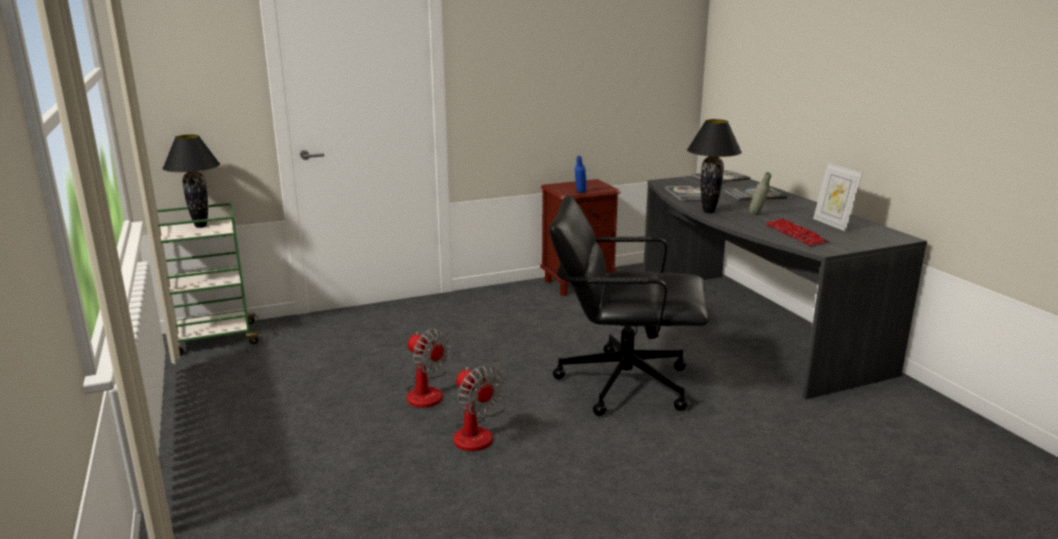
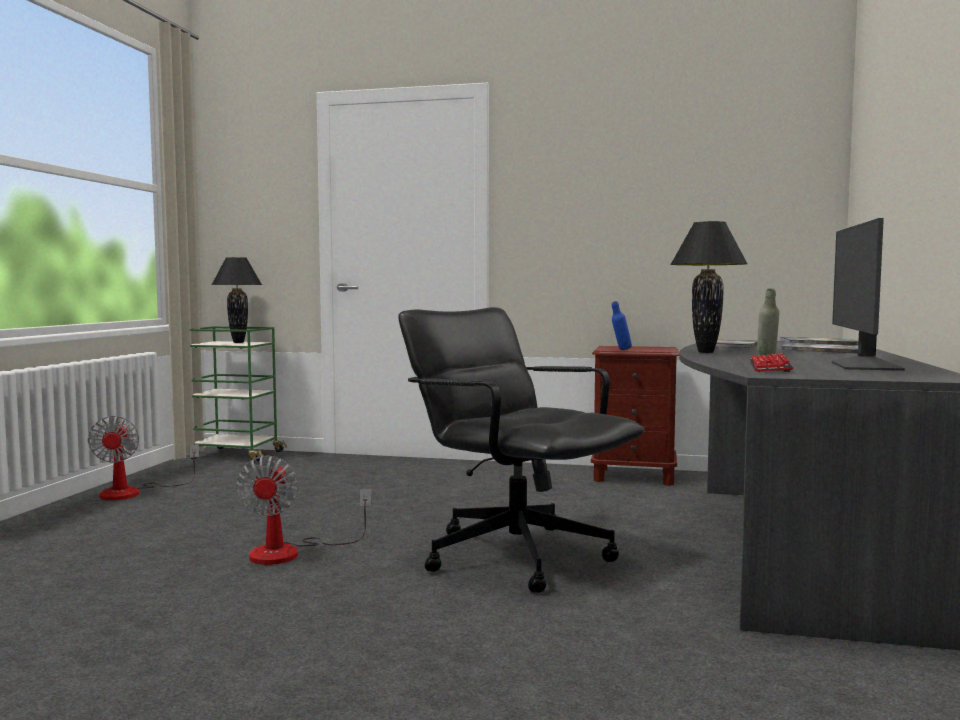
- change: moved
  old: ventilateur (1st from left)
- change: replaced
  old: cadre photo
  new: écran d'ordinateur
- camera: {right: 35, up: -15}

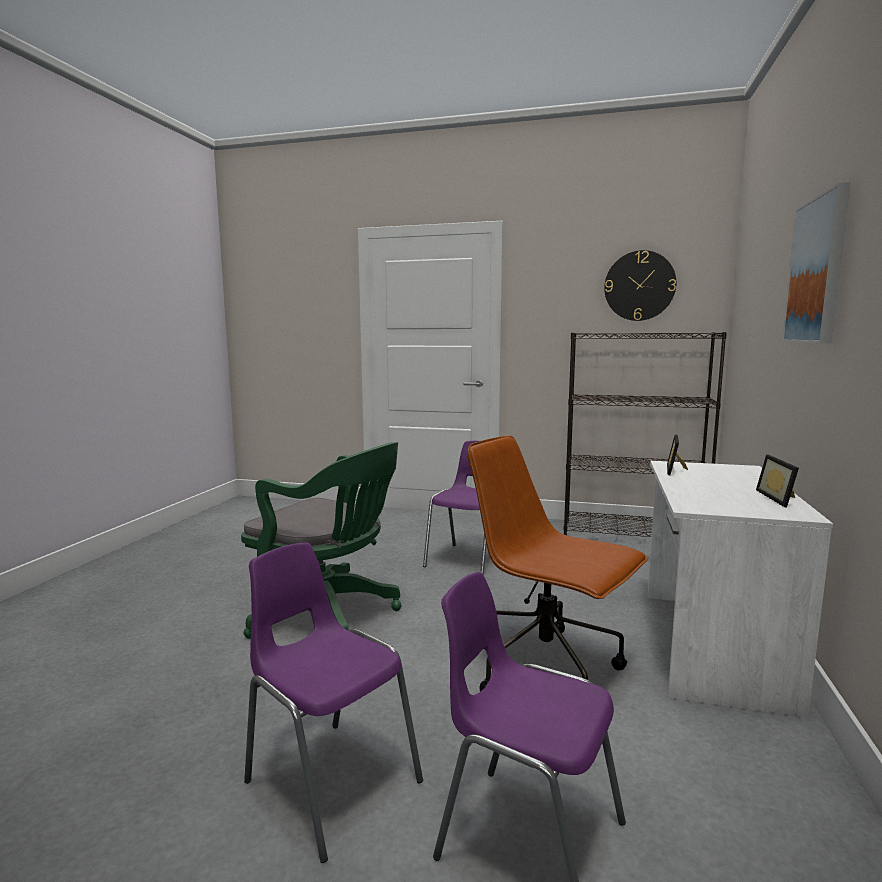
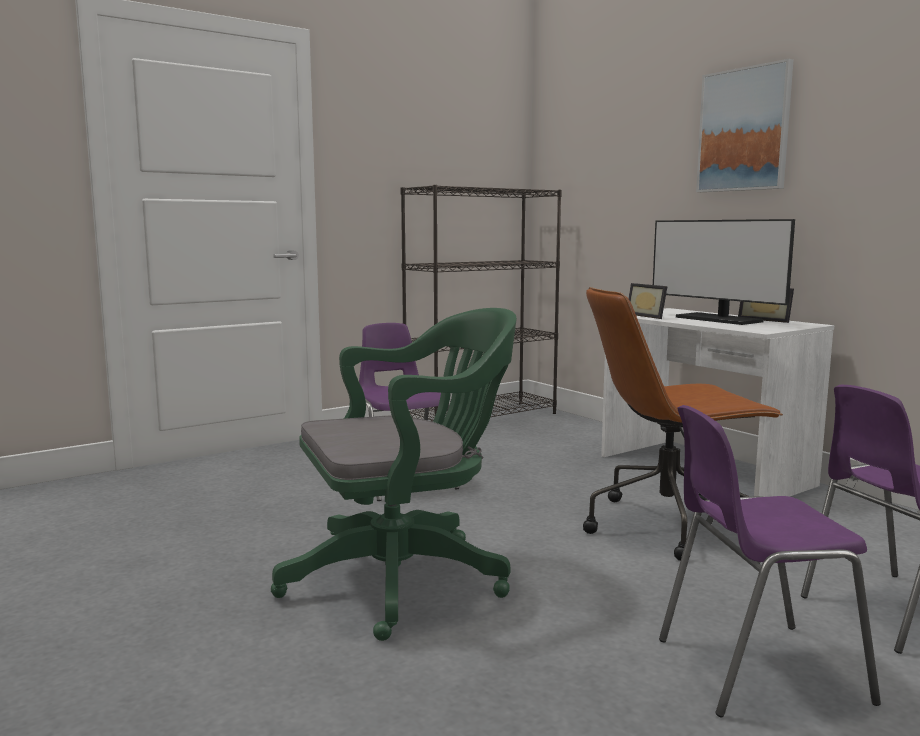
- change: removed
  old: horloge murale
- change: added
  new: écran d'ordinateur
- camera: {right: -50, up: 0}

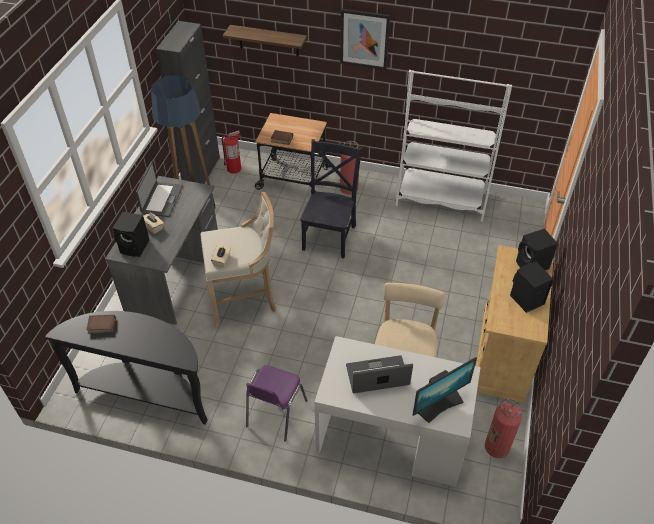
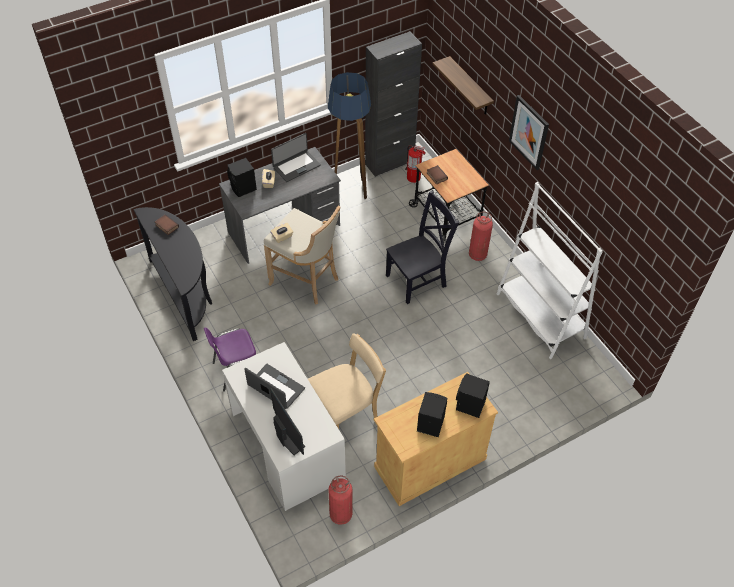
- change: turned
  old: écran d'ordinateur
  degrees: -135
- camera: {right: 45, up: 5}

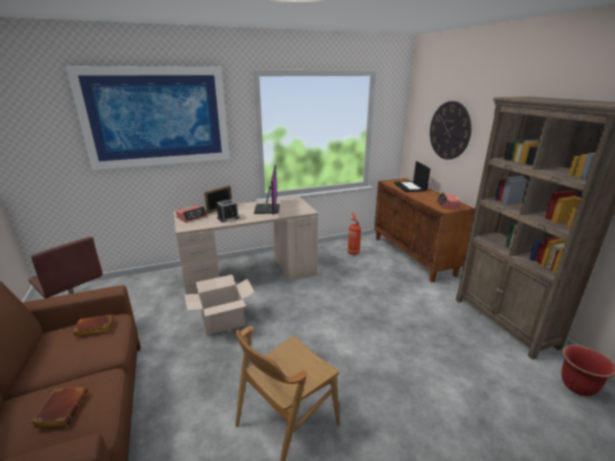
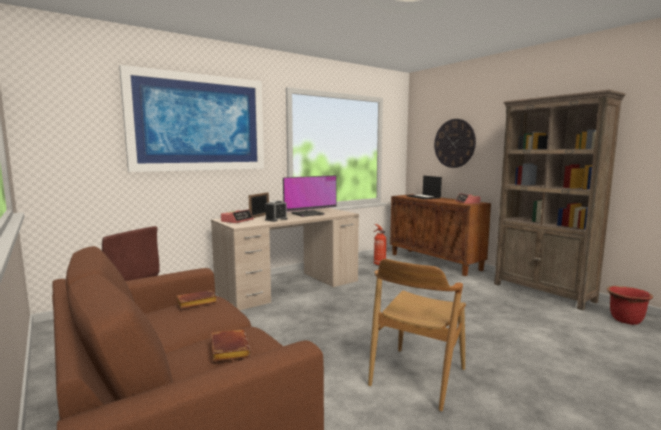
- change: removed
  old: carton
- change: turned
  old: écran d'ordinateur
  degrees: 75
- camera: {right: -15, up: -15}

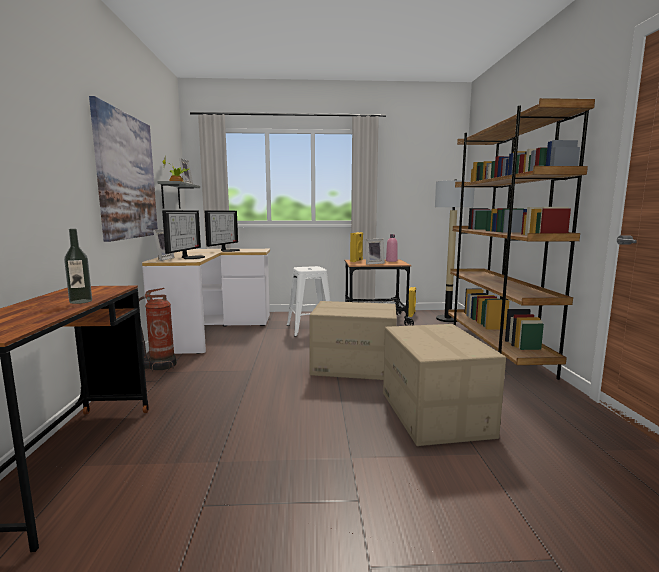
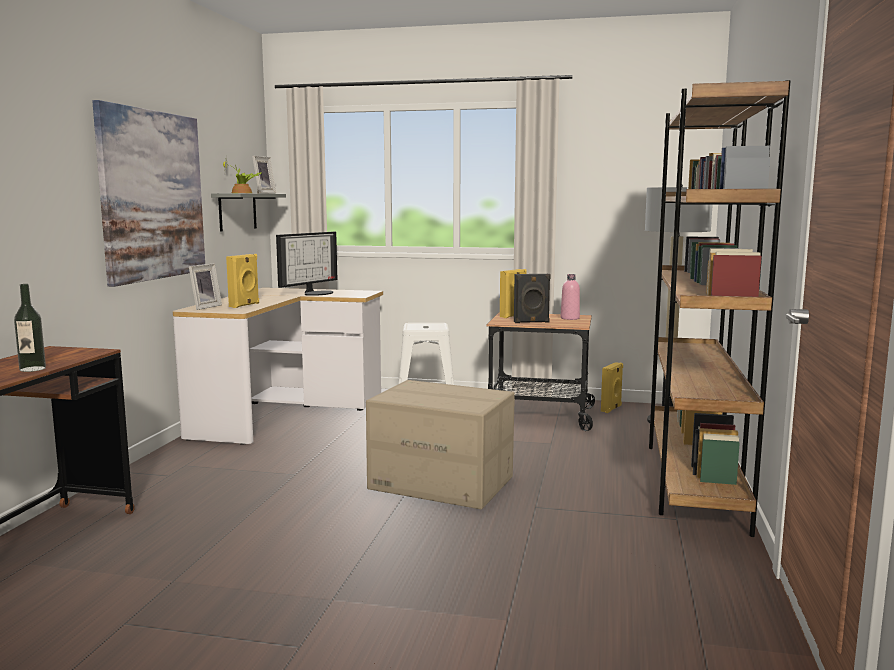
- change: removed
  old: extincteur
- change: replaced
  old: écran d'ordinateur (1st from left)
  new: enceinte/jaune (1st from left)
- change: replaced
  old: cadre photo (3rd from left)
  new: enceinte/noir
- change: removed
  old: carton (2nd from left)
- camera: {right: 15, up: 0}

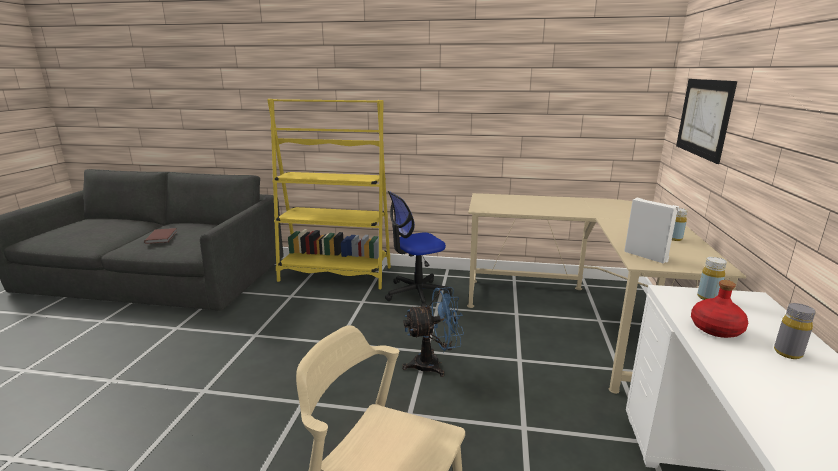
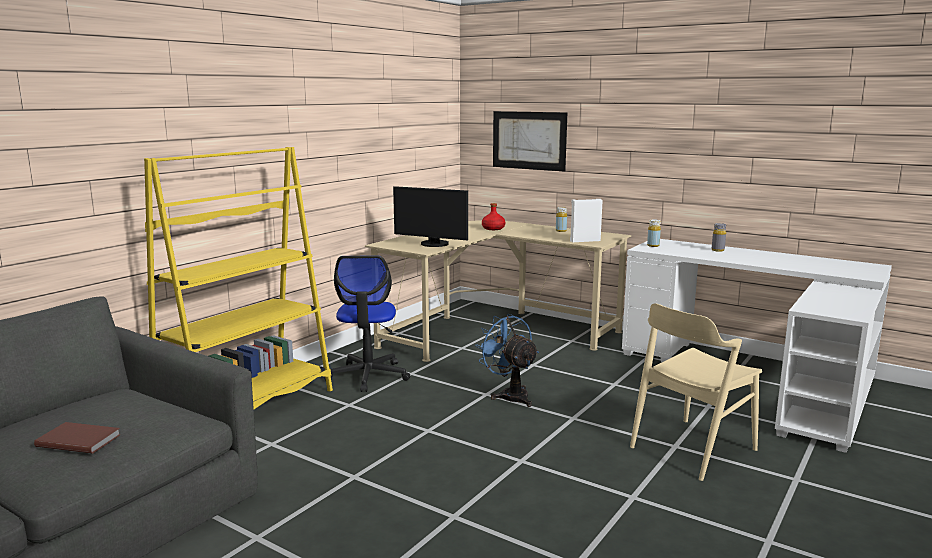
- change: turned
  old: ventilateur/bleu
  degrees: -45
- change: moved
  old: bouteille/rouge
- change: added
  new: écran d'ordinateur
- camera: {right: -65, up: -5}

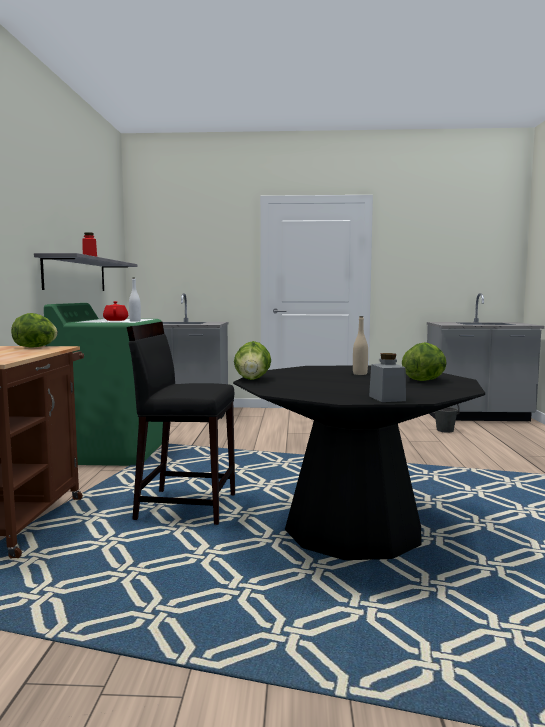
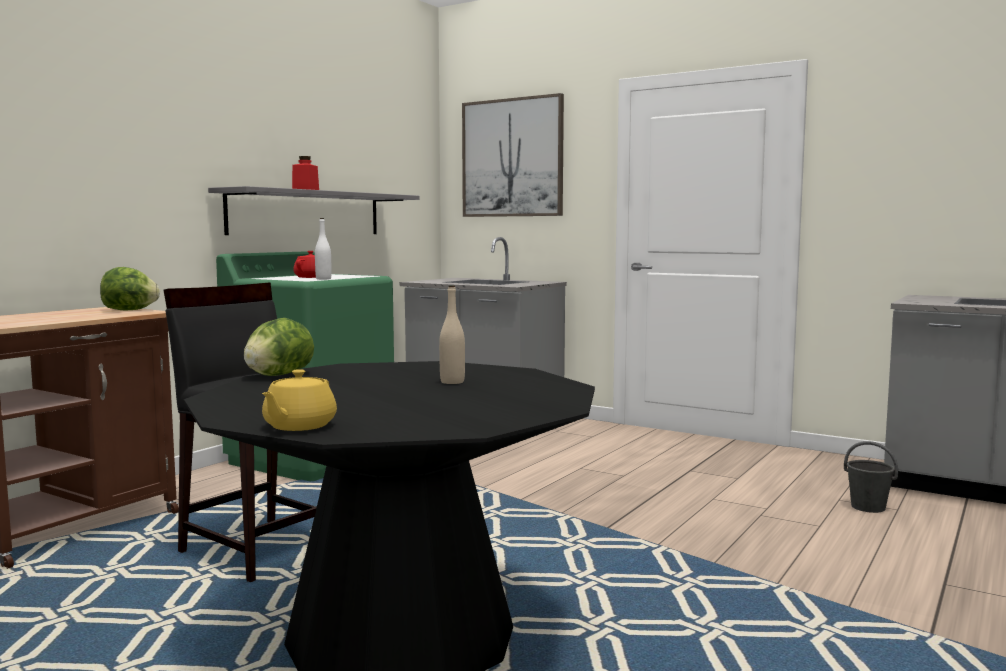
- change: replaced
  old: bocal/gris
  new: théière/jaune
- change: removed
  old: laitue (3rd from left)
- change: added
  new: tableau
- camera: {right: 30, up: 0}

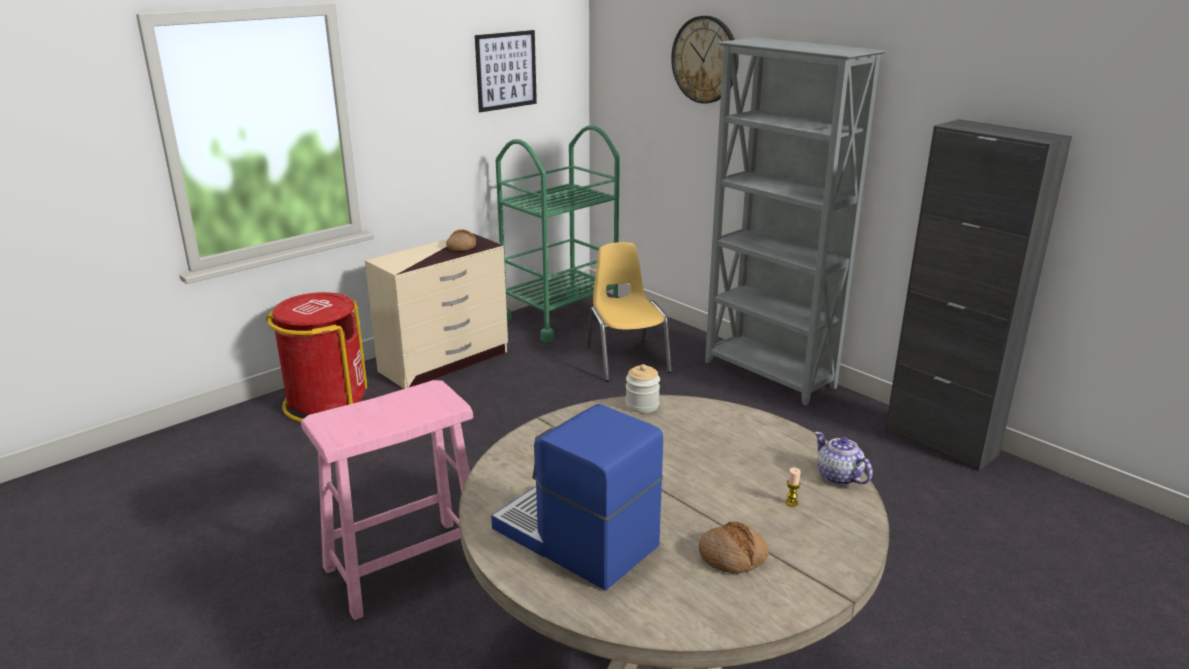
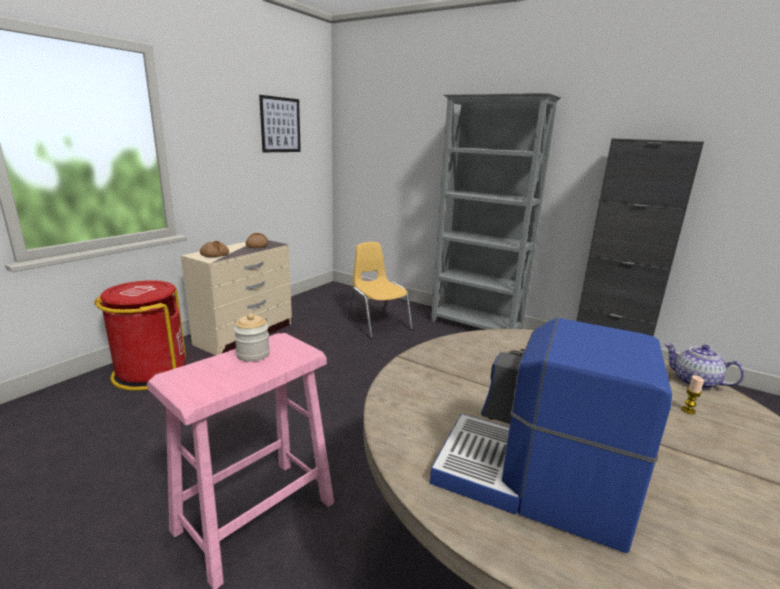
- change: removed
  old: chariot/vert
- change: moved
  old: bocal
- change: removed
  old: horloge murale
- change: moved
  old: pain (2nd from left in the first image)
  new: pain (1st from left)
- camera: {right: -15, up: -5}

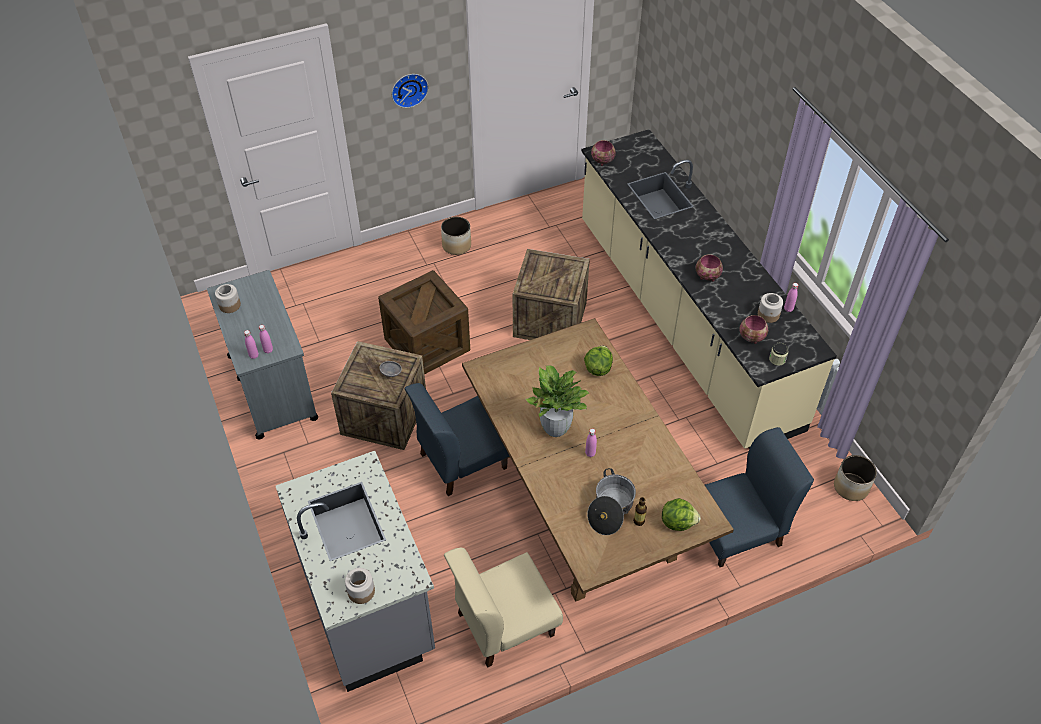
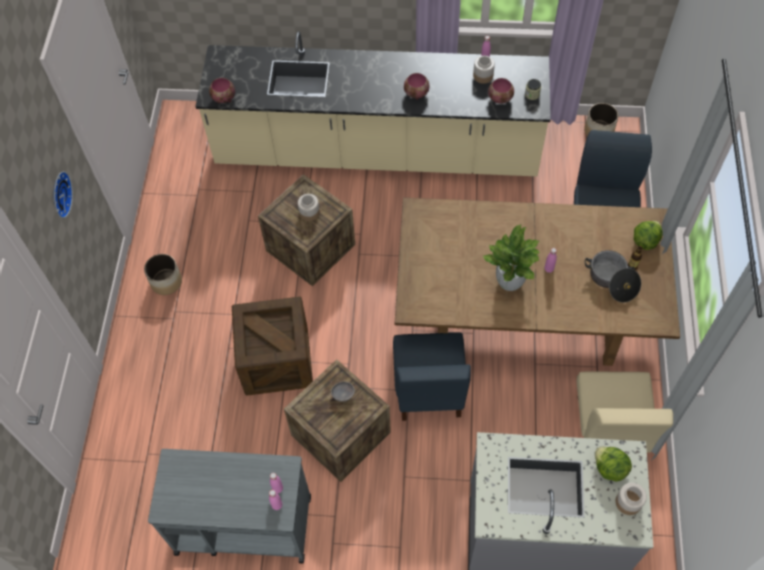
- change: moved
  old: bocal (1st from left)
- change: moved
  old: laitue (1st from left)
- camera: {right: -60, up: 10}

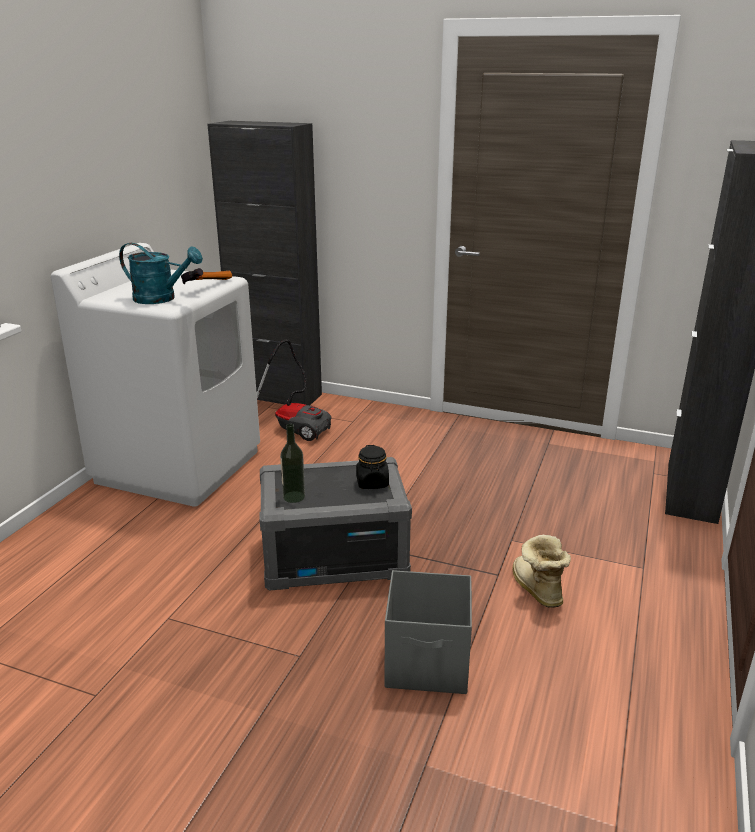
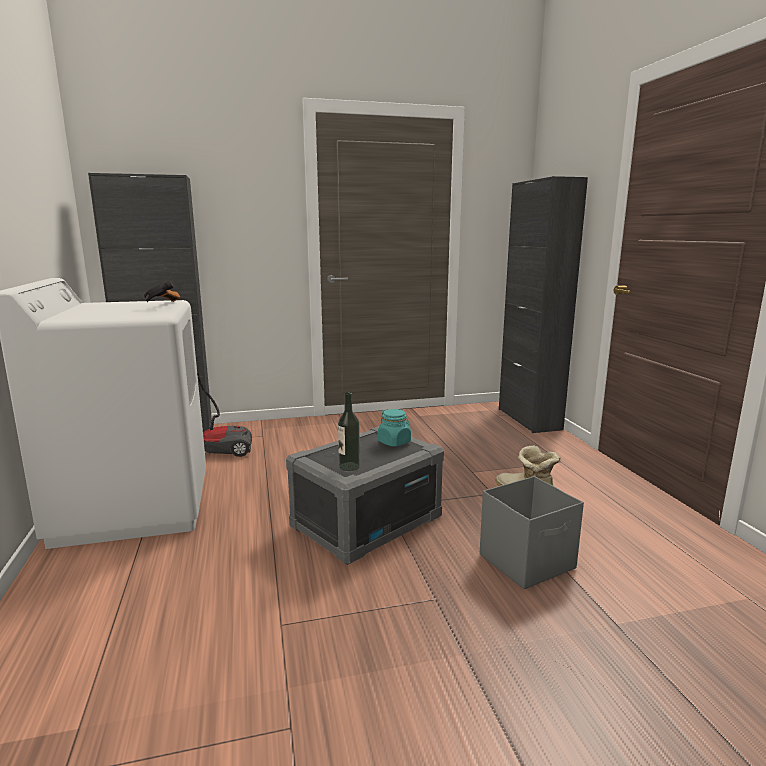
- change: removed
  old: arrosoir/turquoise
- change: recoloured
  old: bocal/noir
  new: bocal/turquoise
- camera: {right: -35, up: -10}

